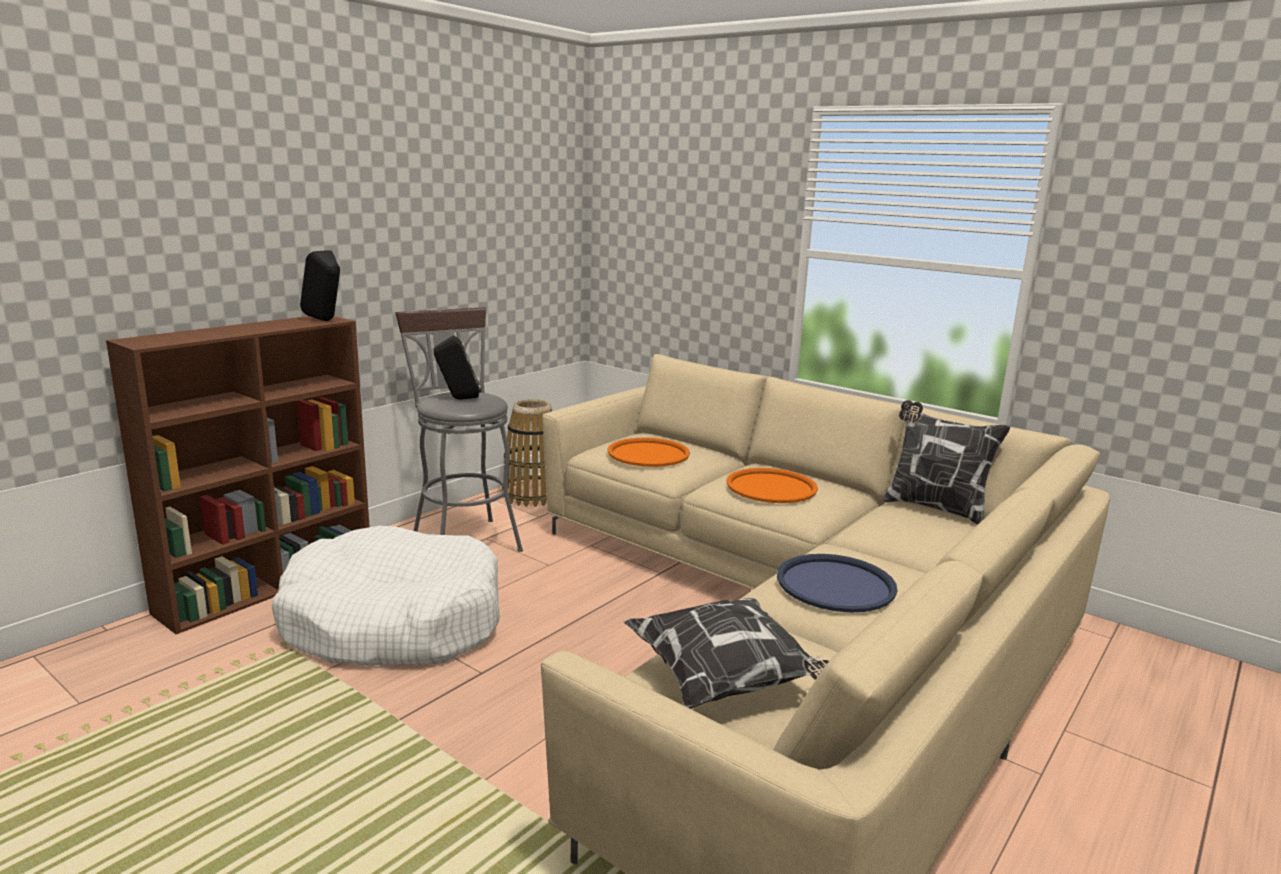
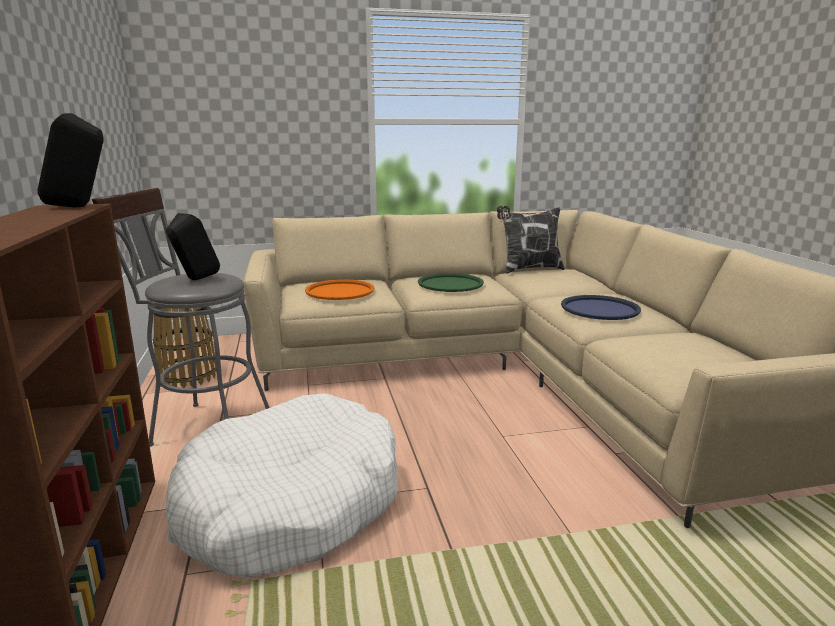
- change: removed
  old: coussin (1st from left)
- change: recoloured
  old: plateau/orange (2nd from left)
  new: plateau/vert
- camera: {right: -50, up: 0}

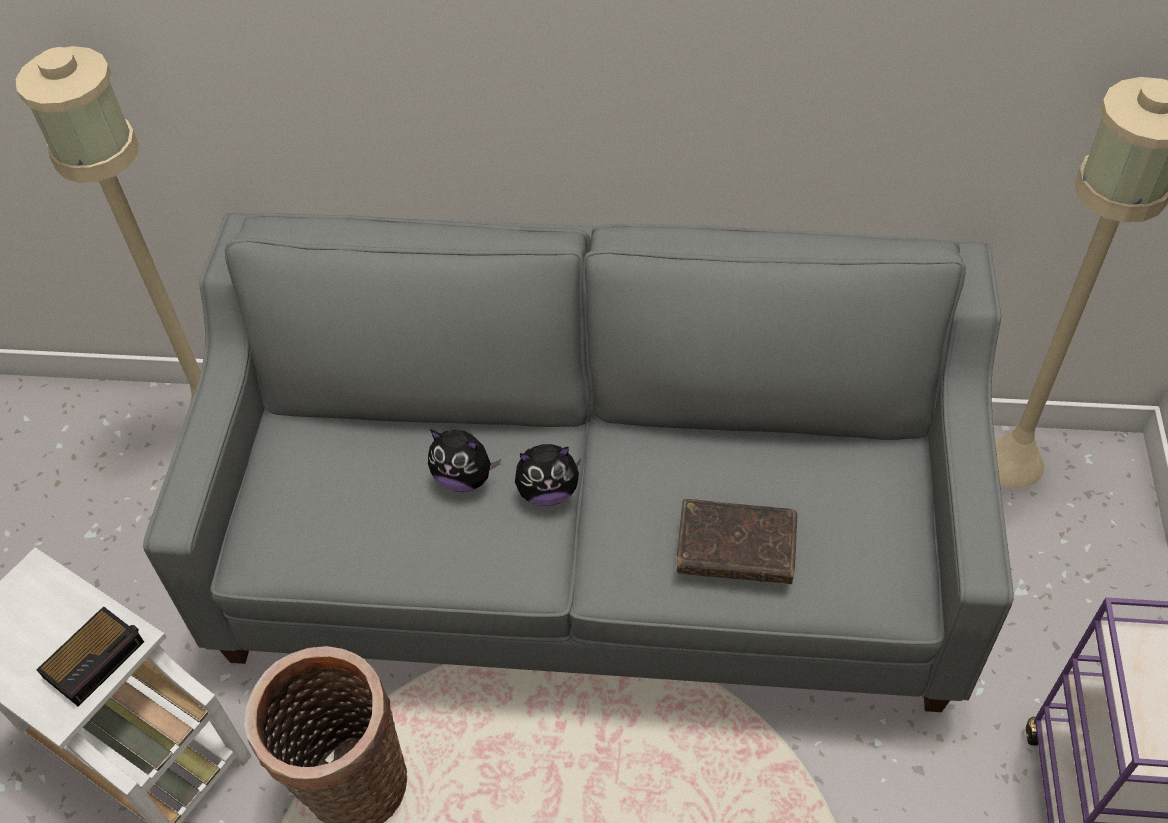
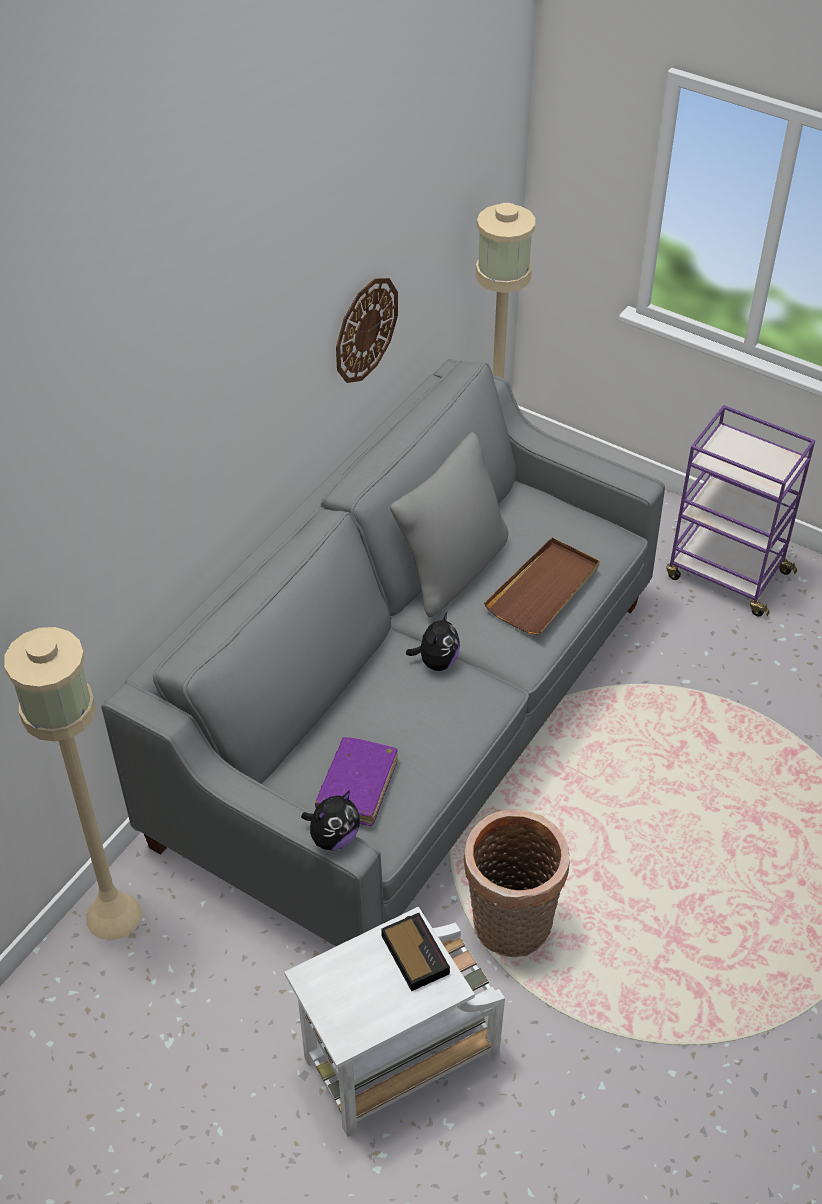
- change: moved
  old: peluche (1st from left)
- change: replaced
  old: livre/marron
  new: plateau/marron
- change: added
  new: livre/violet
- change: added
  new: horloge murale
- change: added
  new: coussin/gris
- camera: {right: -65, up: -5}

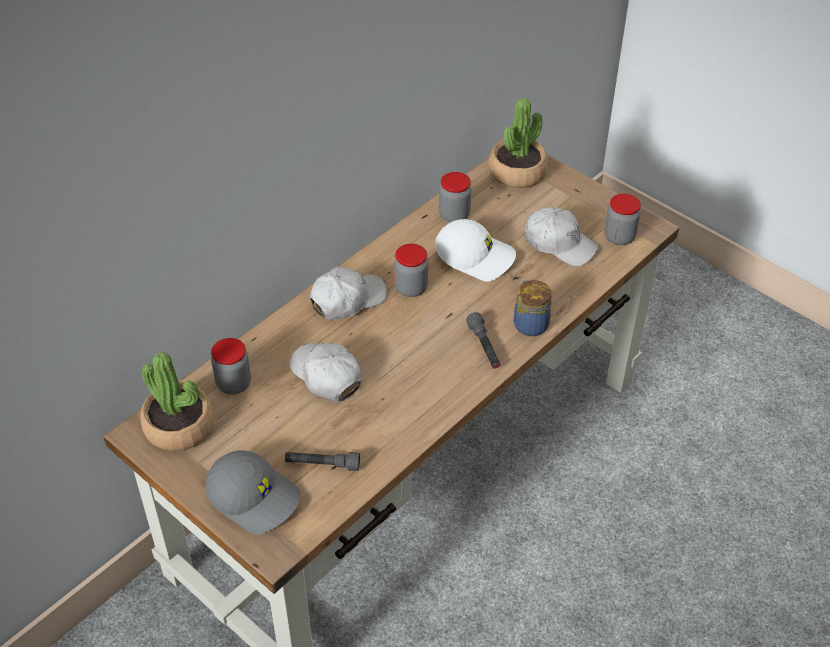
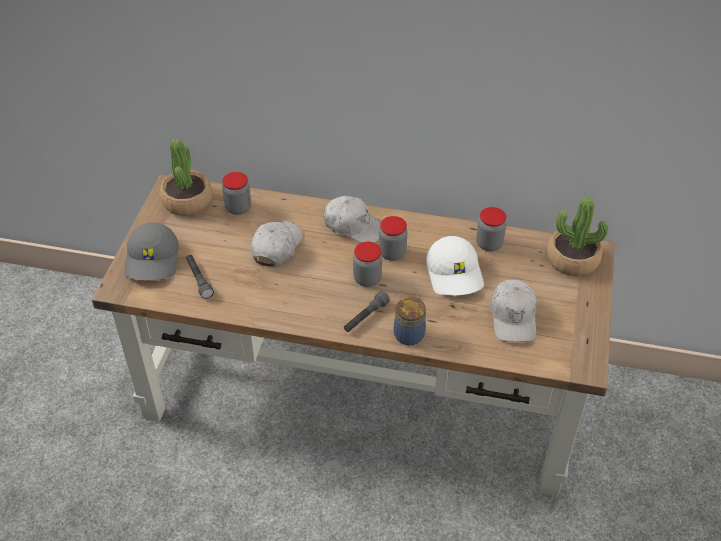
- change: moved
  old: bocal (5th from left in the first image)
  new: bocal (2nd from left)
- camera: {right: 60, up: 0}

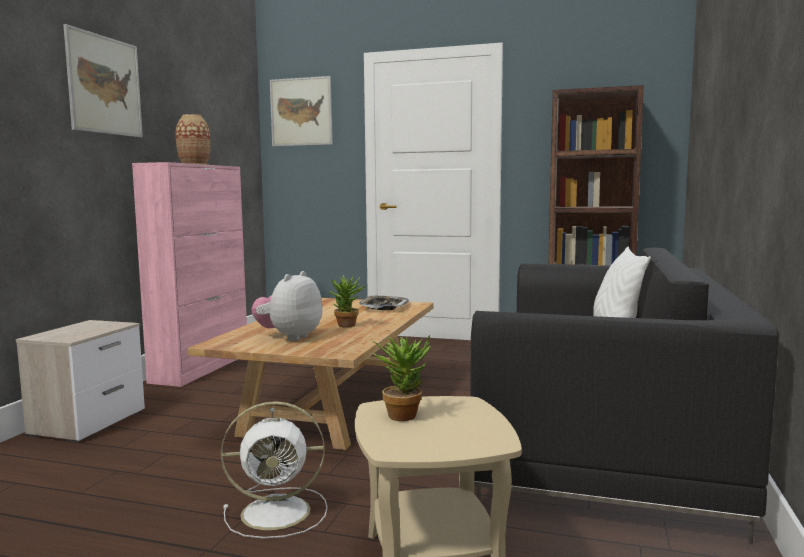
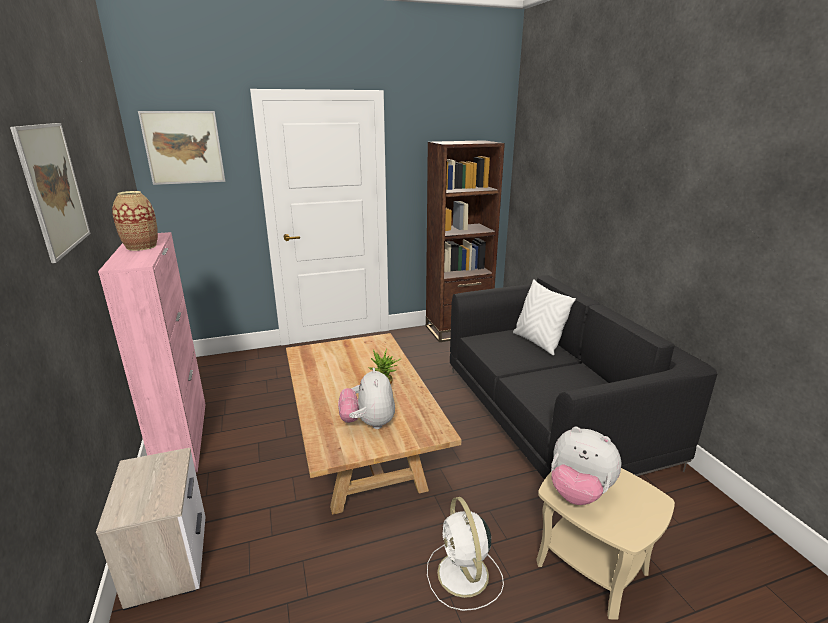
- change: turned
  old: ventilateur/blanc
  degrees: 120
- change: removed
  old: plateau
- change: replaced
  old: plante en pot (2nd from left)
  new: peluche (2nd from left)
- camera: {right: -35, up: 15}

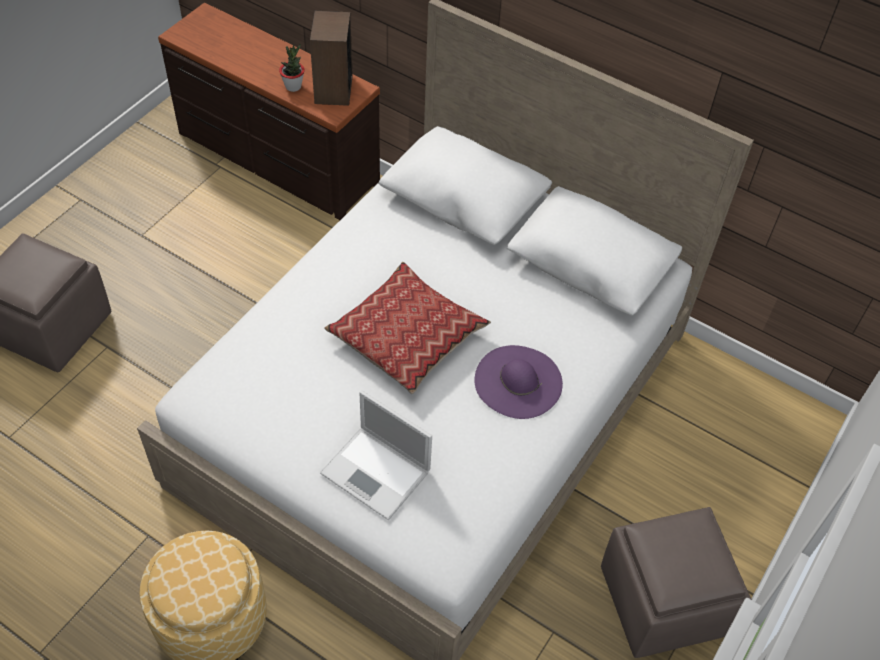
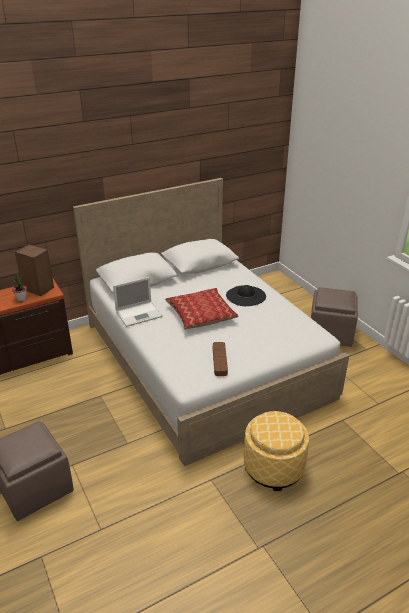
- change: moved
  old: ordinateur portable
- change: recoloured
  old: chapeau/violet
  new: chapeau/noir
- change: added
  new: plateau/marron
- camera: {right: -60, up: -20}

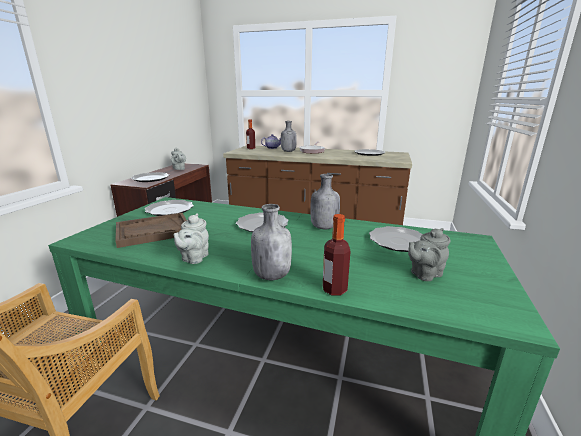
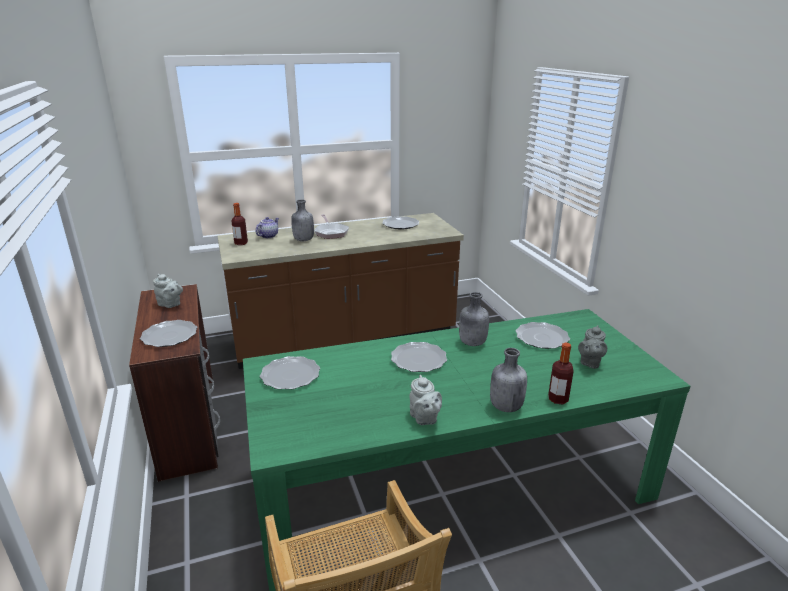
- change: removed
  old: plateau/marron
- camera: {right: -35, up: 5}

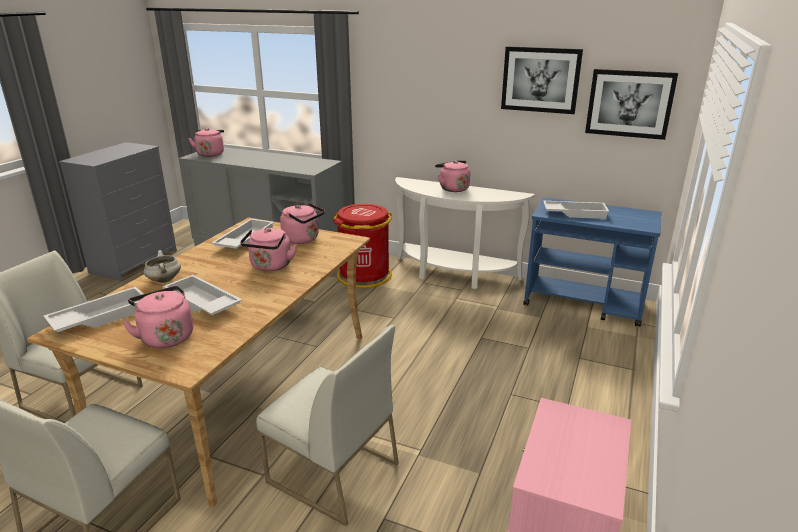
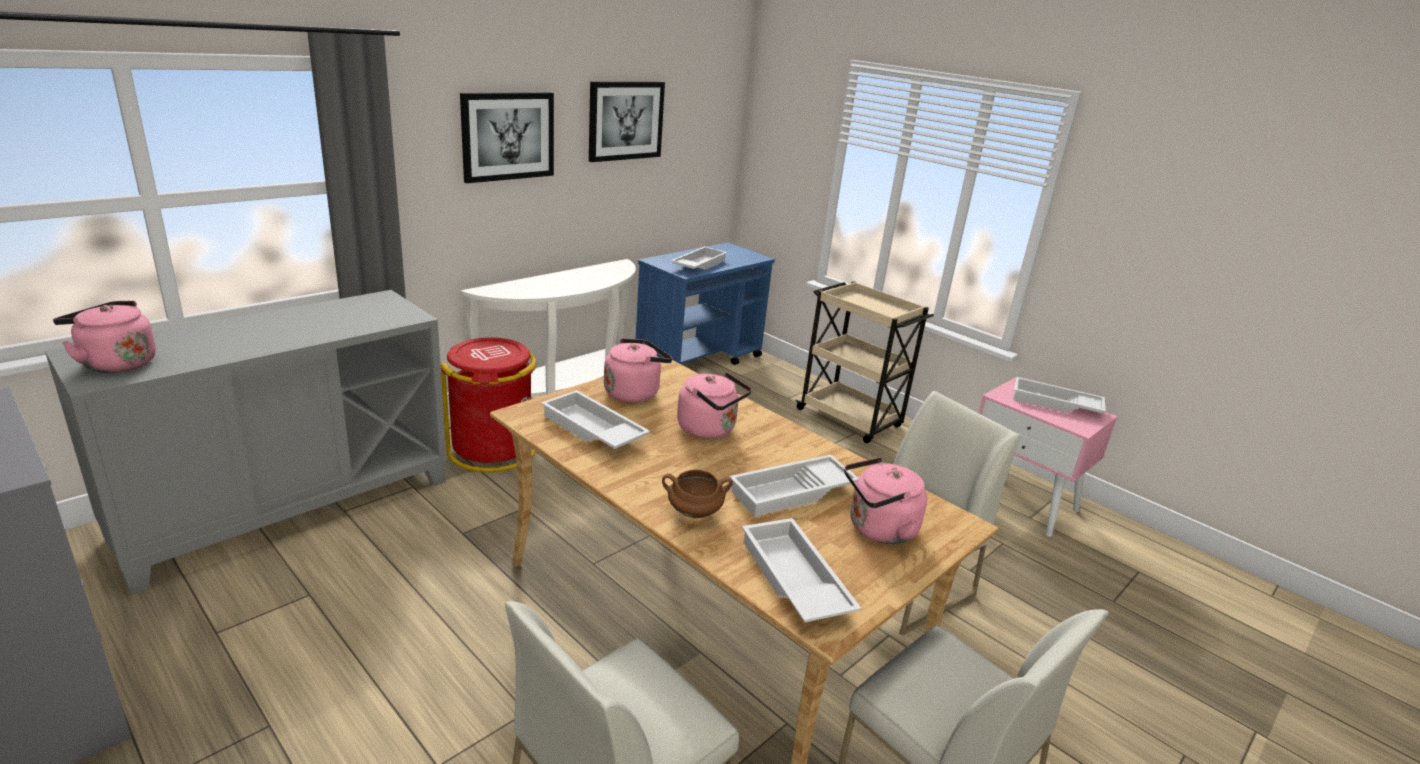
- change: recoloured
  old: marmite/blanc
  new: marmite/marron
- change: removed
  old: bouilloire/rose (5th from left)
- change: moved
  old: tableau (2nd from left in the first image)
  new: tableau (1st from left)
- change: added
  new: chariot/beige
- change: added
  new: plateau/blanc (5th from left)
- camera: {right: -70, up: 0}

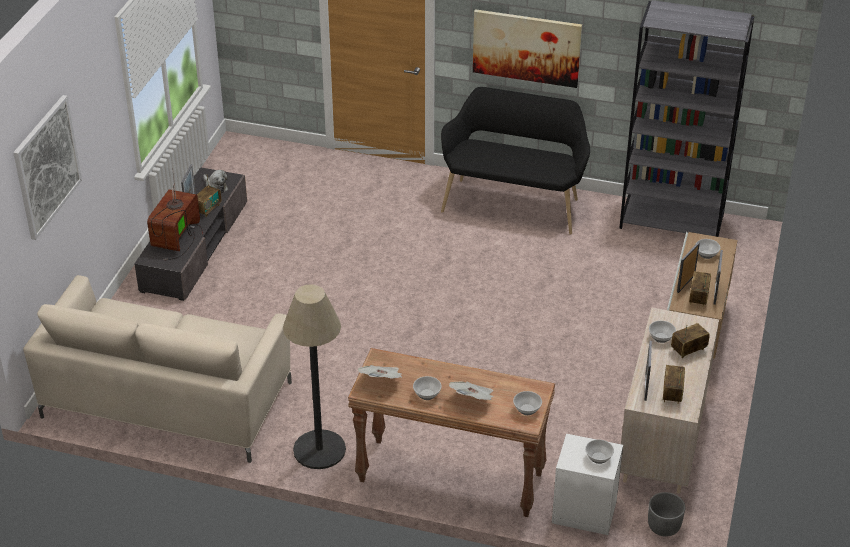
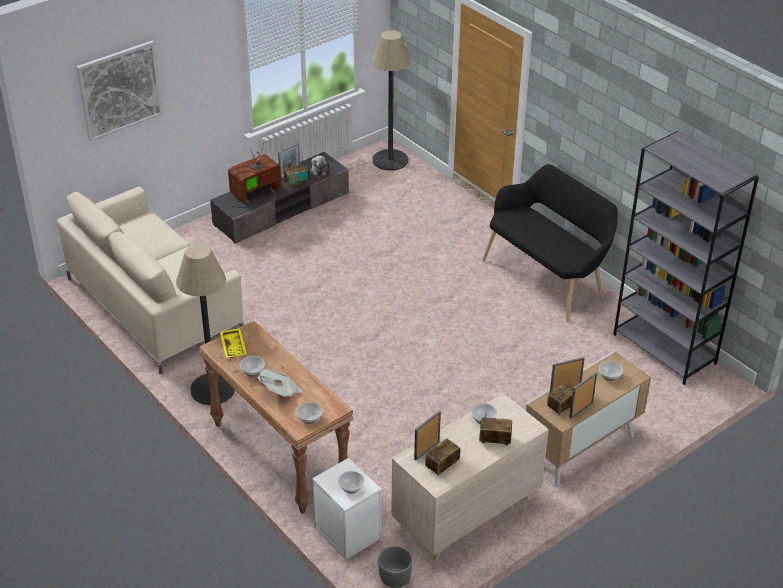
- change: replaced
  old: journal (1st from left)
  new: plateau/jaune
- change: removed
  old: tableau (2nd from left)
- change: added
  new: lampadaire (2nd from left)
- camera: {right: 35, up: 0}

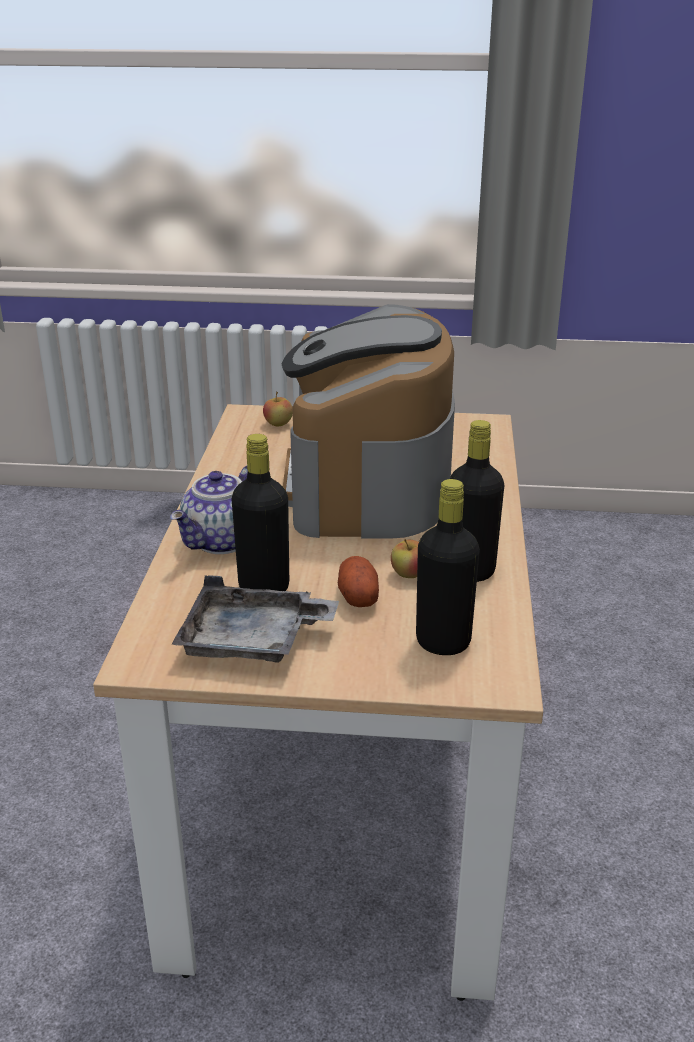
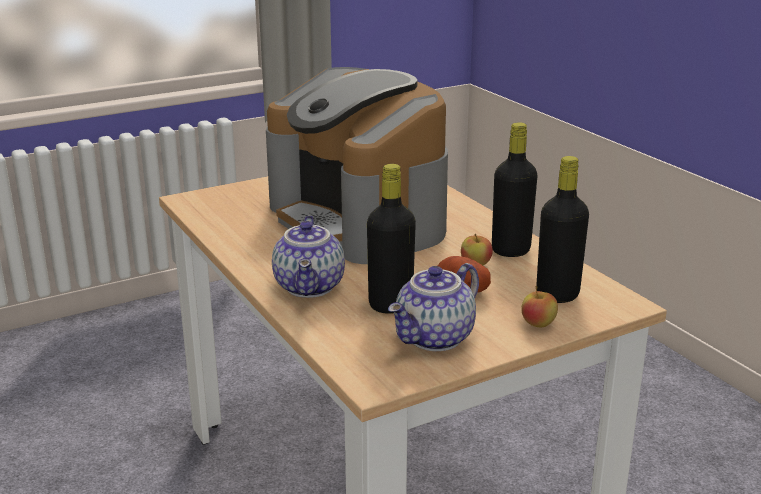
- change: replaced
  old: plateau/gris
  new: théière (2nd from left)
- change: moved
  old: pomme (1st from left in the first image)
  new: pomme (2nd from left)
- camera: {right: -35, up: -5}

